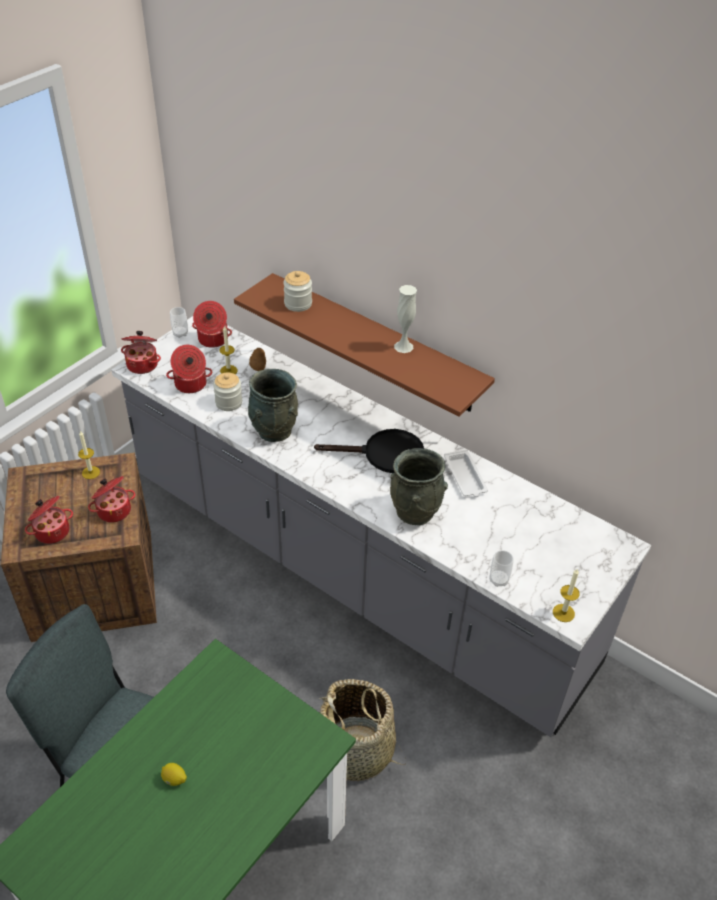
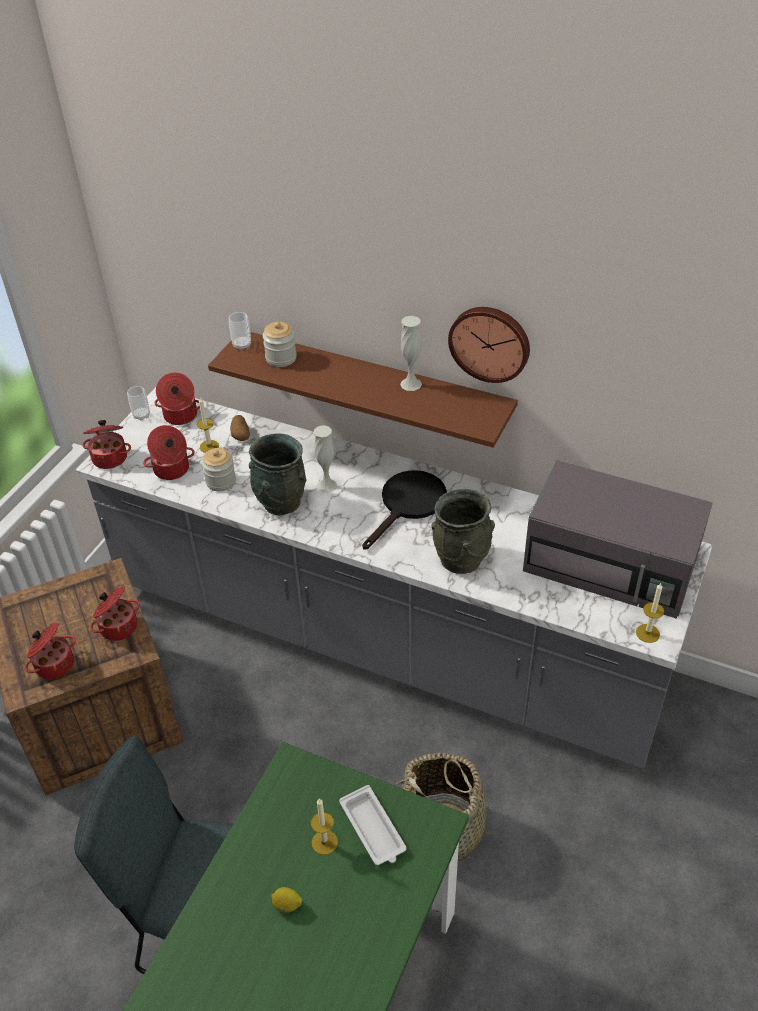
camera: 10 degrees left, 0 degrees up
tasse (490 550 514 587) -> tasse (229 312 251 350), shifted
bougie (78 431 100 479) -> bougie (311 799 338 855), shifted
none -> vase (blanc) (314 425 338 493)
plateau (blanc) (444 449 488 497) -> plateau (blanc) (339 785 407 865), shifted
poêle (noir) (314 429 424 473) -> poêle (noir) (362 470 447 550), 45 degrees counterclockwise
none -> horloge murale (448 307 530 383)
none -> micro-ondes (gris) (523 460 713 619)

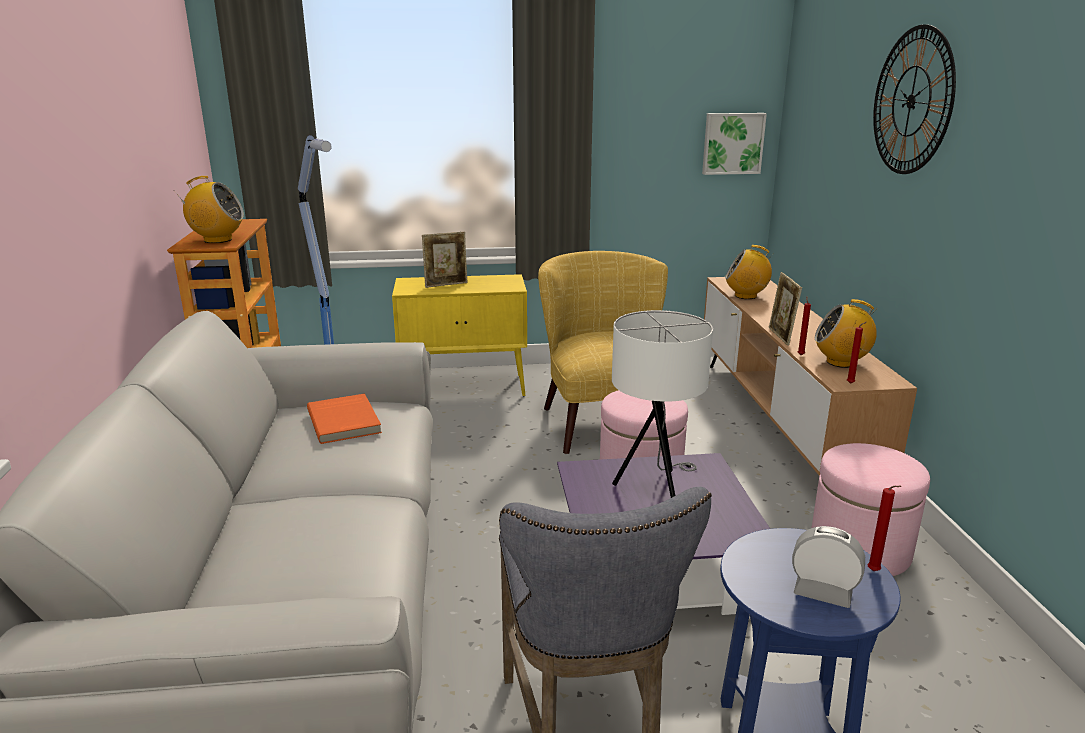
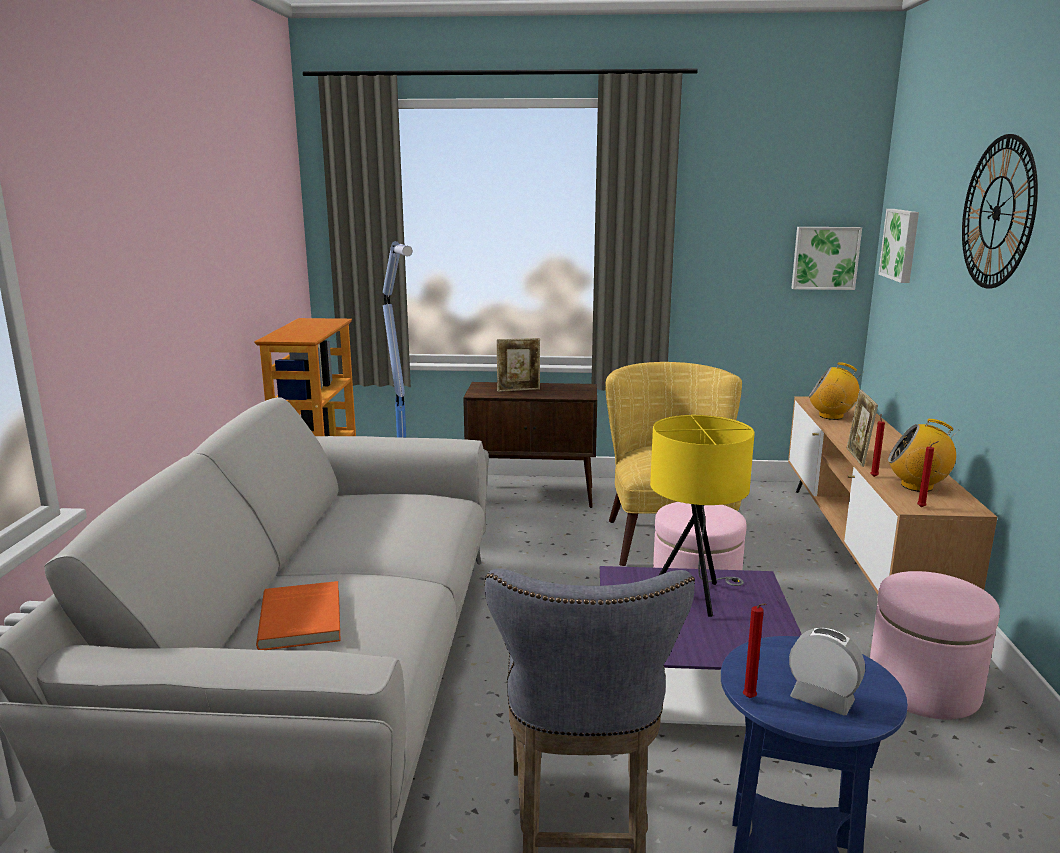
camera: 10 degrees right, 5 degrees down
livre (orange) (307 394 382 444) -> livre (orange) (256 581 341 650), shifted
meuble de rangement (jaune) (392 274 527 397) -> meuble de rangement (marron) (463 382 597 508)
lampe de table (blanc) (612 310 713 498) -> lampe de table (jaune) (650 415 755 617)
bougie (rouge) (868 486 901 571) -> bougie (rouge) (743 603 766 698), shifted
none -> tableau (878 209 919 283)
radio (174 176 244 243) -> none

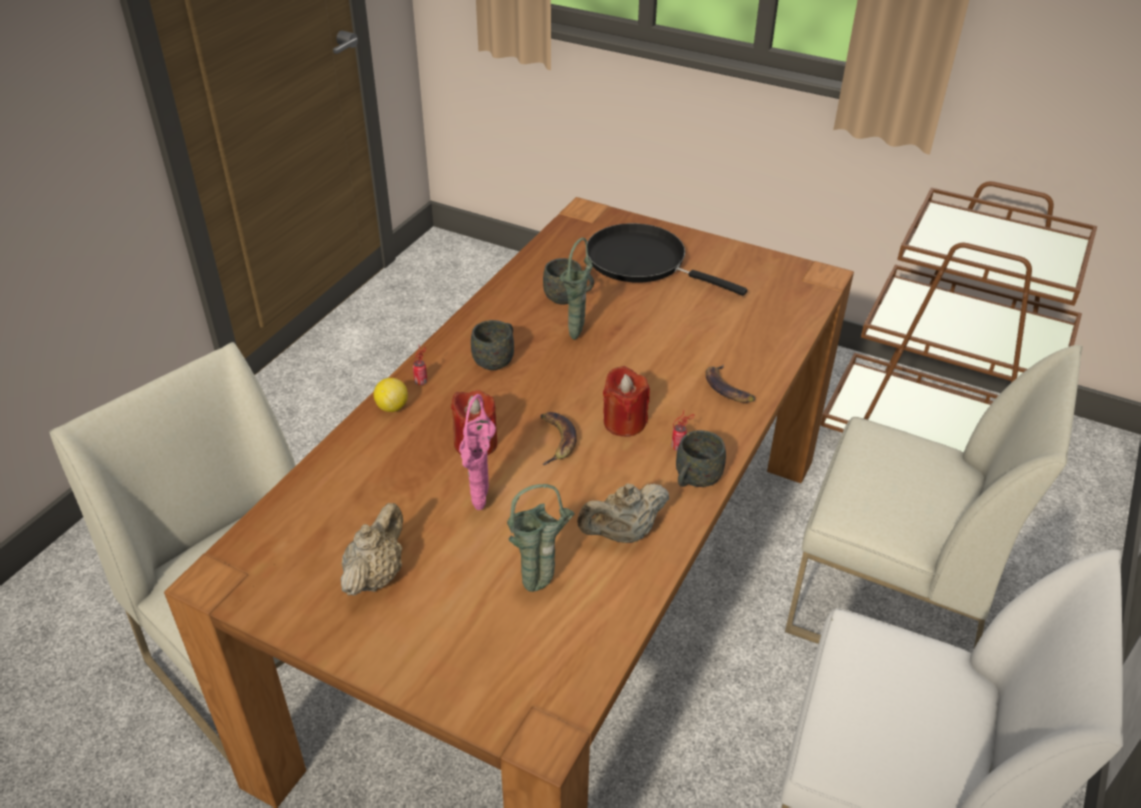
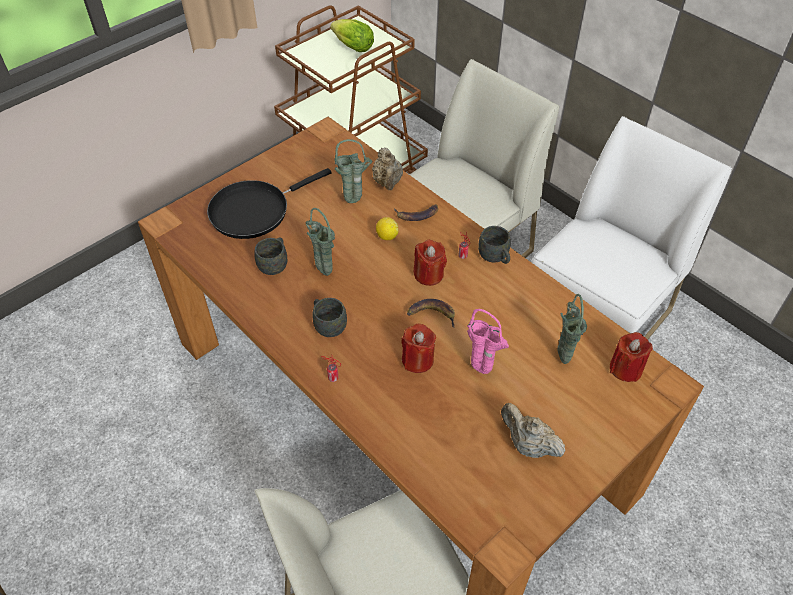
camera: 70 degrees left, 10 degrees up
none -> laitue (330 19 374 52)
none -> vase (vert) (334 139 373 203)
théière (beige) (577 483 669 543) -> théière (beige) (372 147 403 190), shifted
citron (373 378 408 412) -> citron (376 217 398 240), shifted
none -> bougie (rouge) (610 332 653 382)

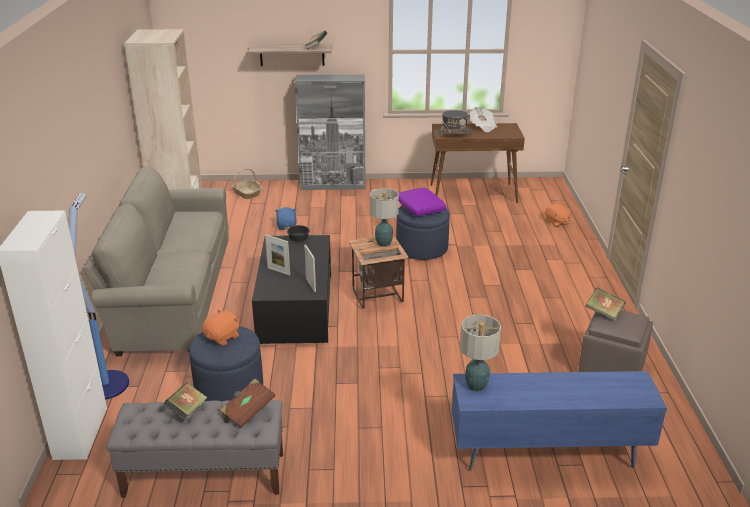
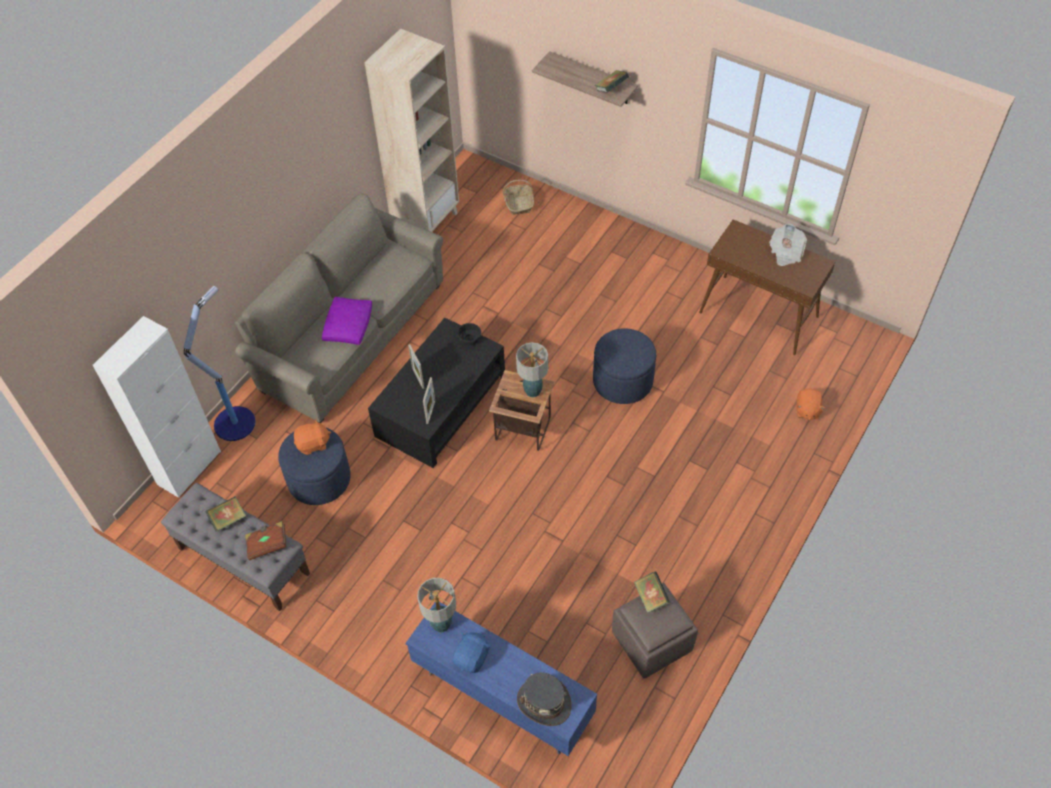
camera: 35 degrees right, 25 degrees up
coussin (violet) (399 188 447 216) -> coussin (violet) (322 297 372 345), shifted
peluche (bleu) (275 207 297 230) -> peluche (bleu) (452 632 491 673), shifted
chapeau (gris) (437 110 472 135) -> chapeau (gris) (517 673 572 726), shifted
meuble de rangement (gris) (295 74 366 190) -> none

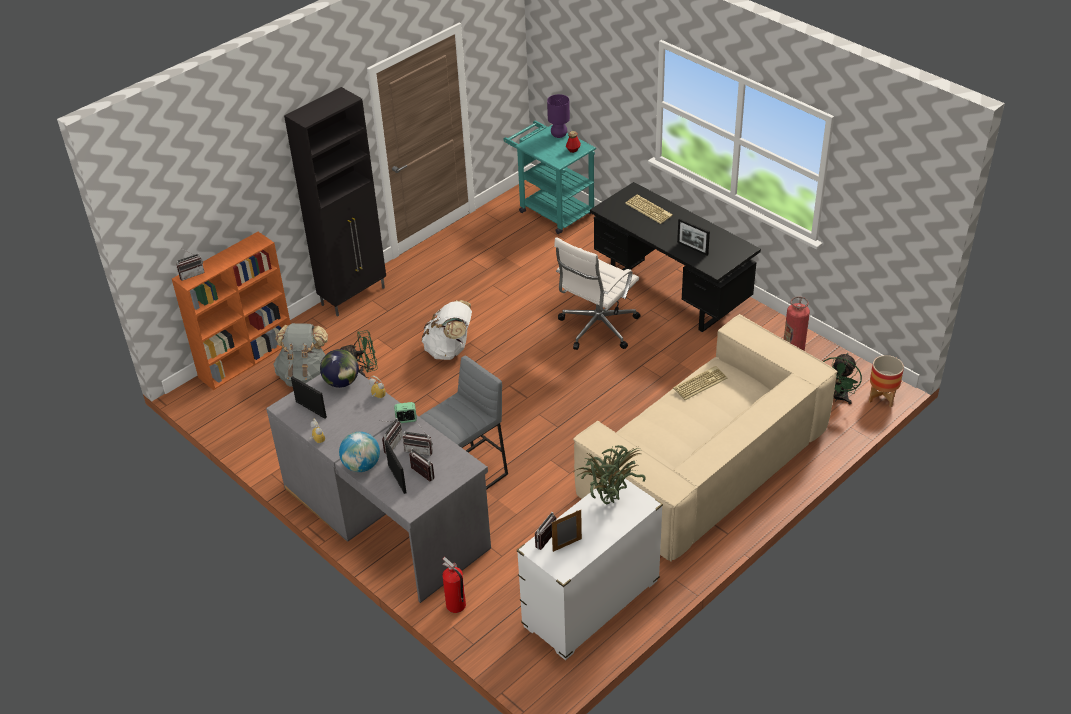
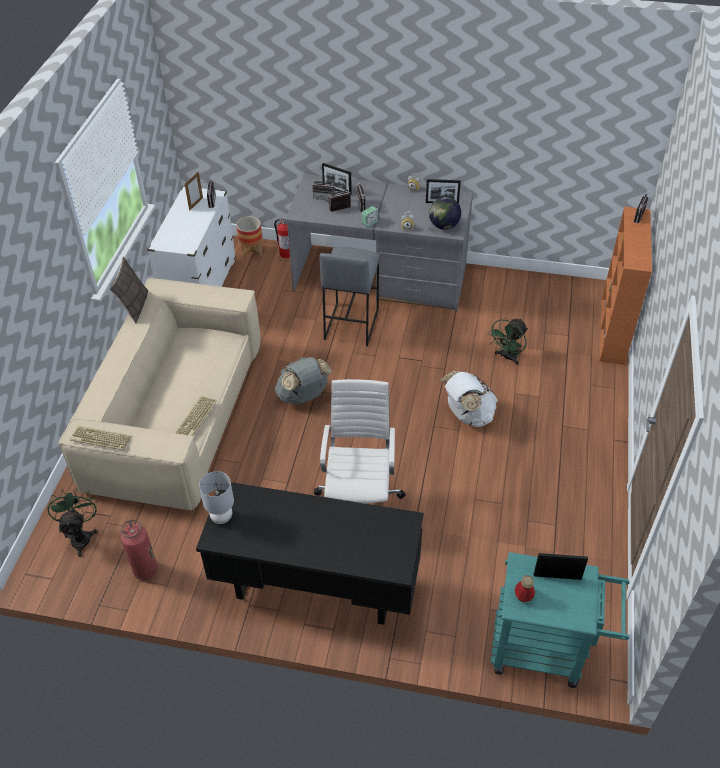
camera: 145 degrees right, 5 degrees up
clavier (625 195 673 224) -> clavier (70 426 132 450), shifted
none -> coussin (109 256 148 324)
none -> lampe de table (gris) (199 471 234 524)
cache-pot (869 355 904 407) -> cache-pot (236 217 262 259), shifted
sac à dos (gris) (273 323 328 387) -> sac à dos (gris) (275 357 332 405), shifted
cadre photo (677 218 710 256) -> cadre photo (534 553 588 580), shifted
meuble de rangement (noir) (284 87 386 317) -> none
globe (339 432 380 472) -> none
lampe de table (violet) (547 94 570 138) -> none
plante en pot (575 445 646 504) -> none

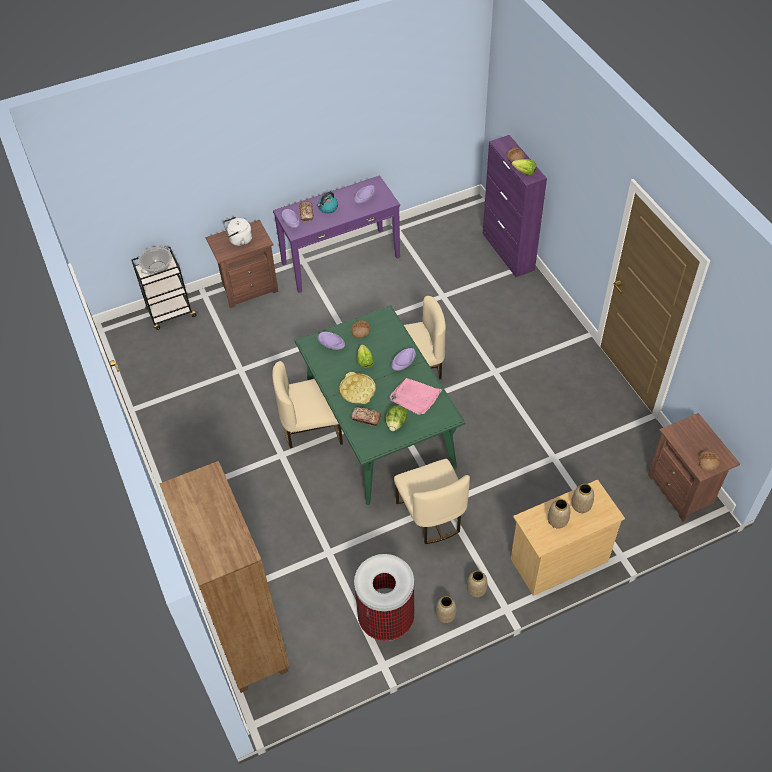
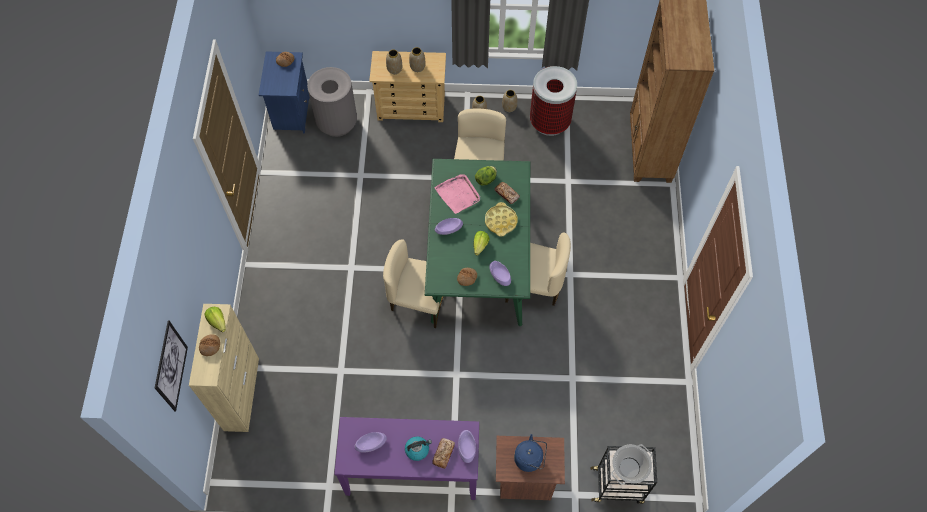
camera: 155 degrees left, 10 degrees up
none -> tableau (155 320 188 412)
meuble de rangement (violet) (483 135 547 277) -> meuble de rangement (beige) (189 304 259 432)
table de chevet (marron) (648 413 740 522) -> table de chevet (bleu) (259 51 310 134)
none -> poubelle (gris) (307 67 357 137)
bouilloire (blanc) (223 216 252 246) -> bouilloire (bleu) (514 434 547 472)

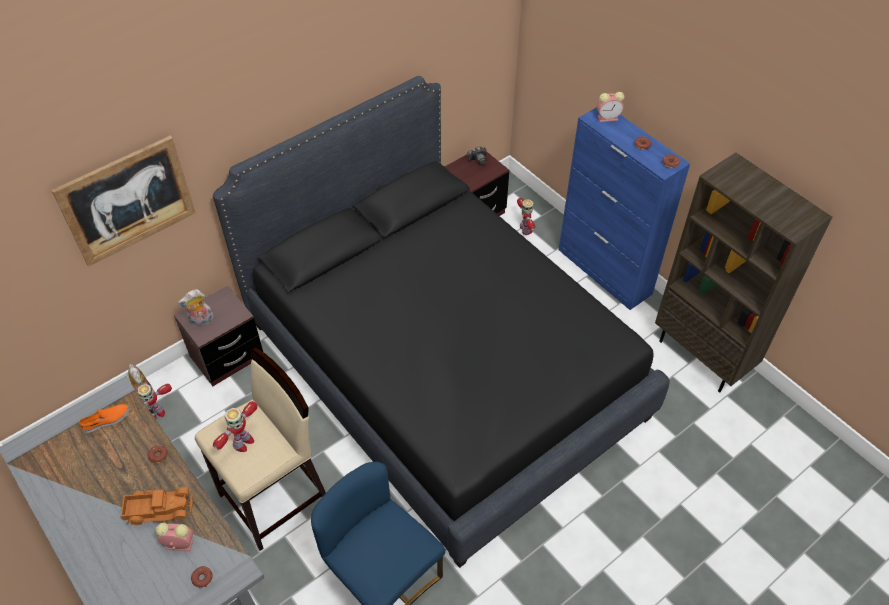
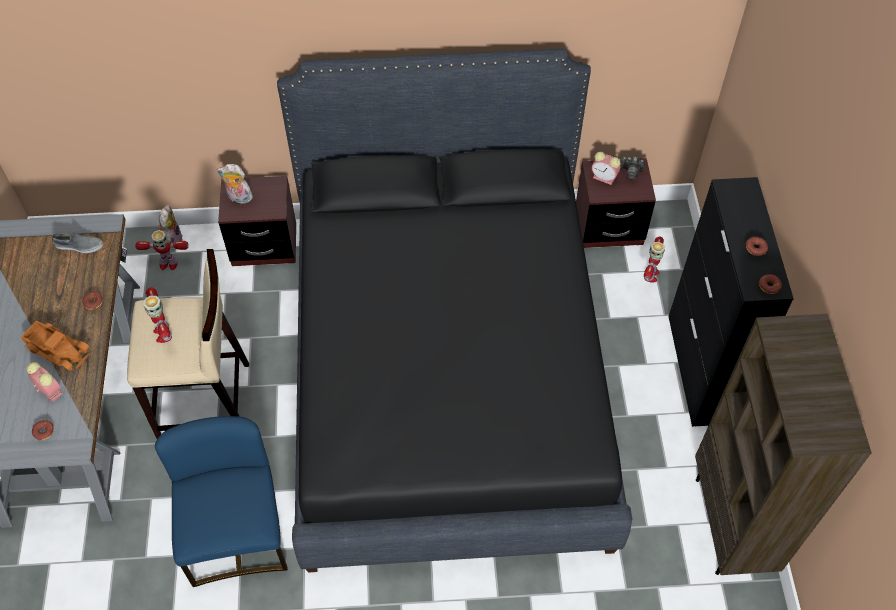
camera: 35 degrees right, 5 degrees up
chaussure (orange) (79 404 129 433) -> chaussure (gris) (52 232 103 253)
robot jouet (213 401 257 452) -> robot jouet (143 287 172 343), 90 degrees clockwise
réveil (597 92 624 122) -> réveil (592 152 621 185), shifted
meuble de rangement (bleu) (559 107 690 310) -> meuble de rangement (noir) (669 177 794 427)
tableau (51 136 196 267) -> none

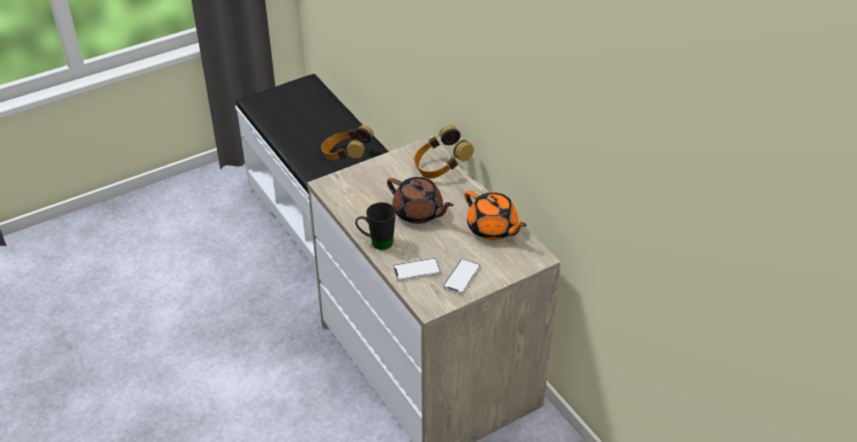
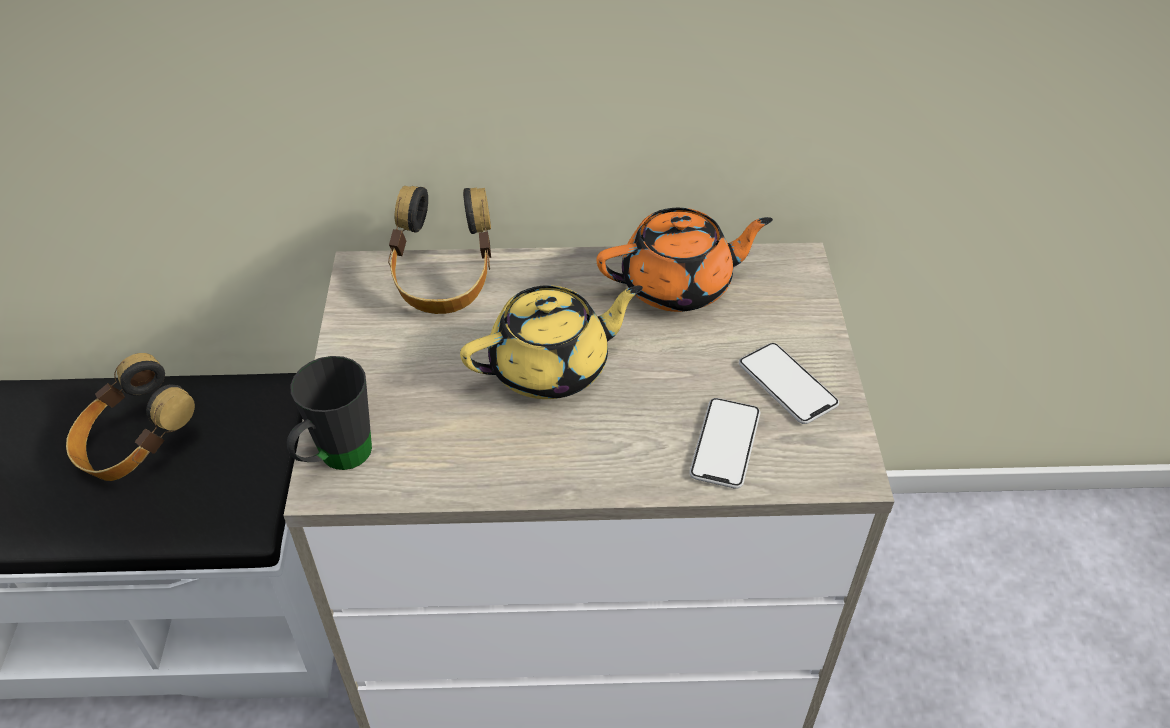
camera: 60 degrees left, 5 degrees up
mug (noir) (355 202 396 250) -> mug (noir) (287 356 372 470), shifted
théière (marron) (387 177 454 224) -> théière (jaune) (460 285 643 399)

